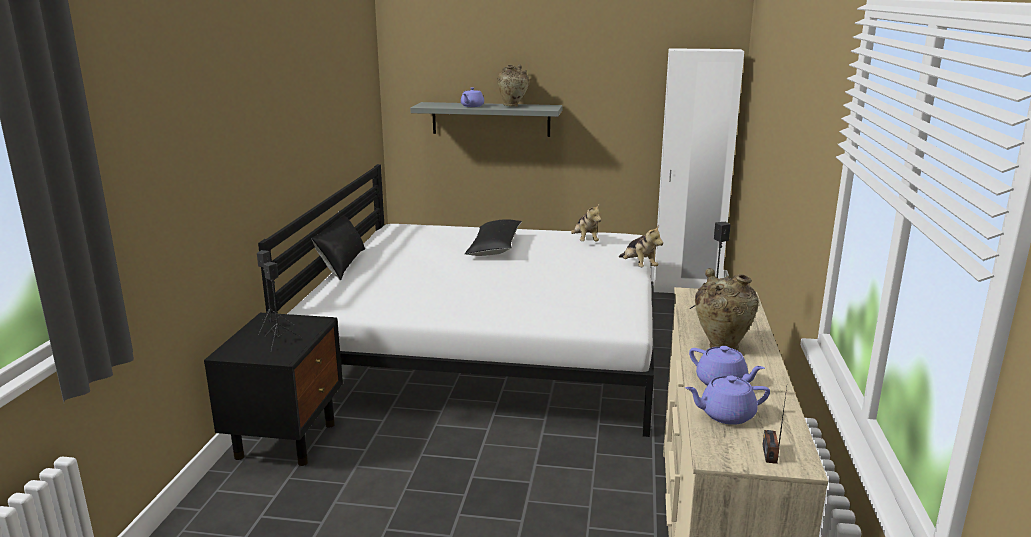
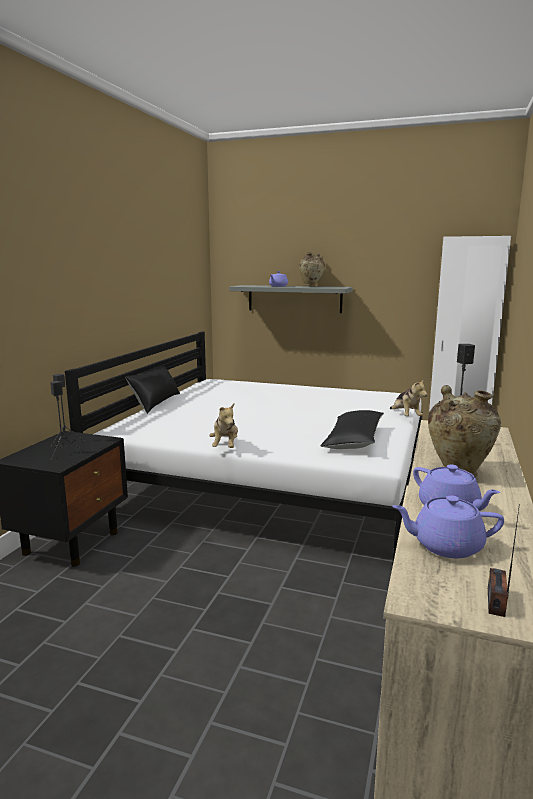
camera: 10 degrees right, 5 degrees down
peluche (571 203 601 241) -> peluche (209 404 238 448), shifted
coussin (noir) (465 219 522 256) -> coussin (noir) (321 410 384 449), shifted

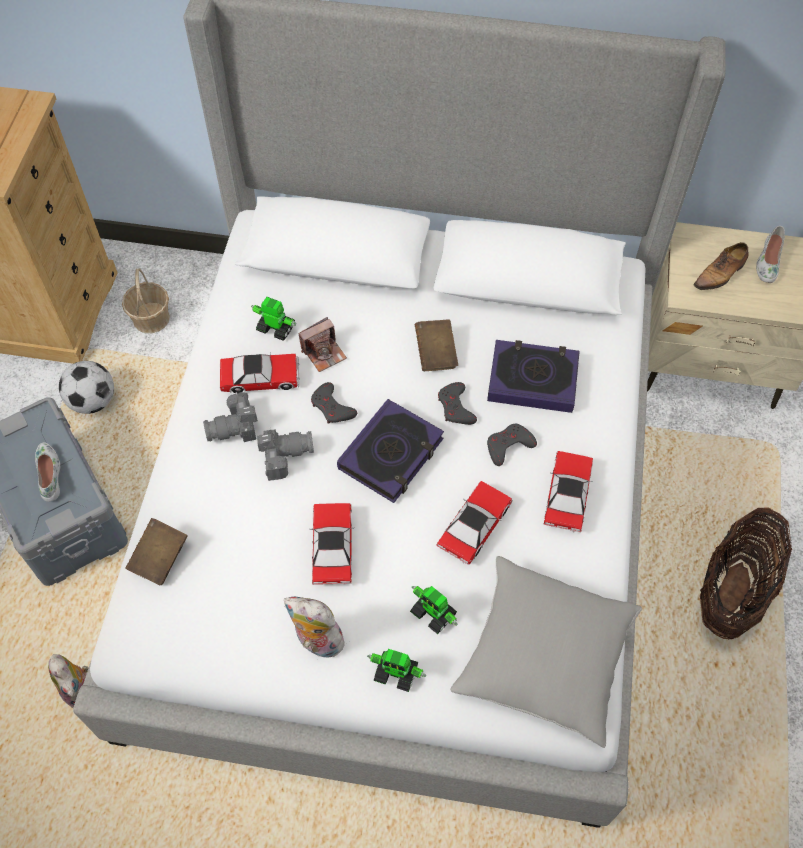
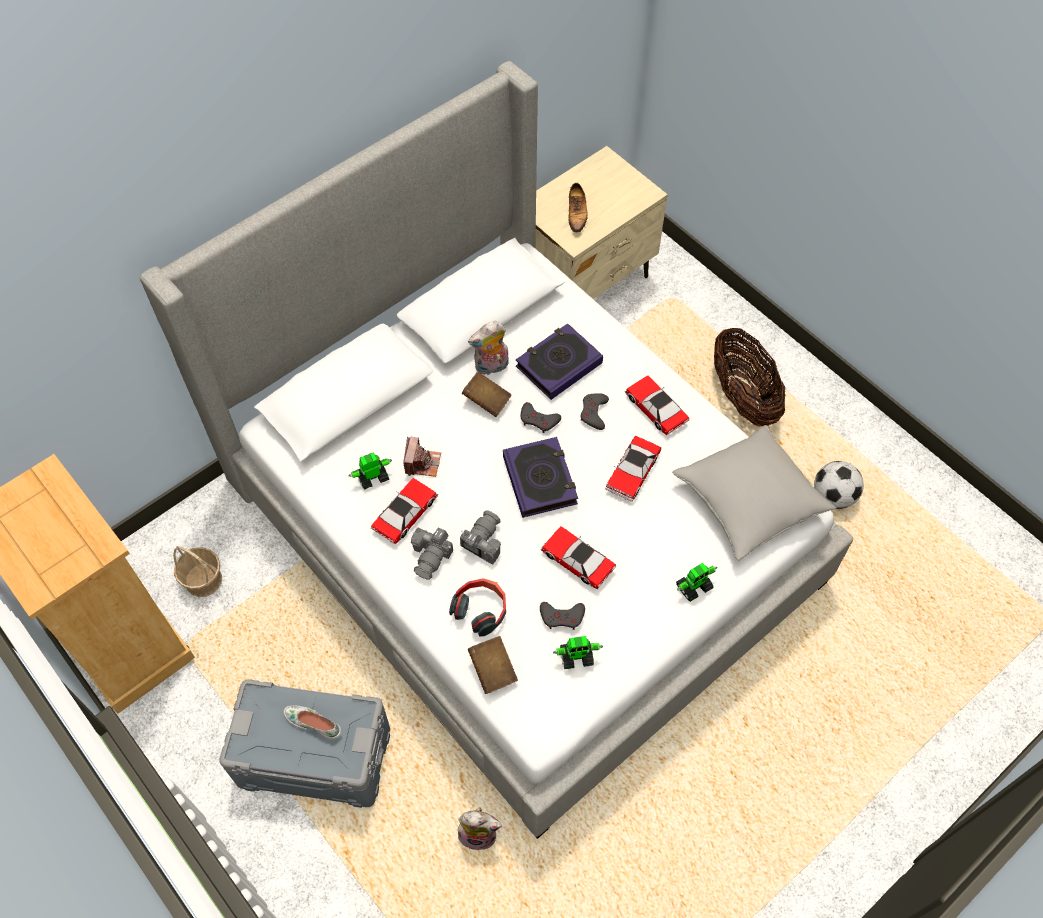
camera: 50 degrees left, 0 degrees up
none -> casque audio (449 578 506 637)
peluche (284 597 345 660) -> peluche (468 321 509 375), shifted
manette (gris) (311 382 357 424) -> manette (gris) (540 602 585 630), shifted
robot jouet (410 586 458 634) -> robot jouet (553 636 603 669), shifted
petite voiture (436 481 513 565) -> petite voiture (605 436 661 502), 135 degrees counterclockwise
ballon de foot (59 361 114 414) -> ballon de foot (814 461 864 509), shifted
chaussure (blanc) (756 226 785 283) -> none

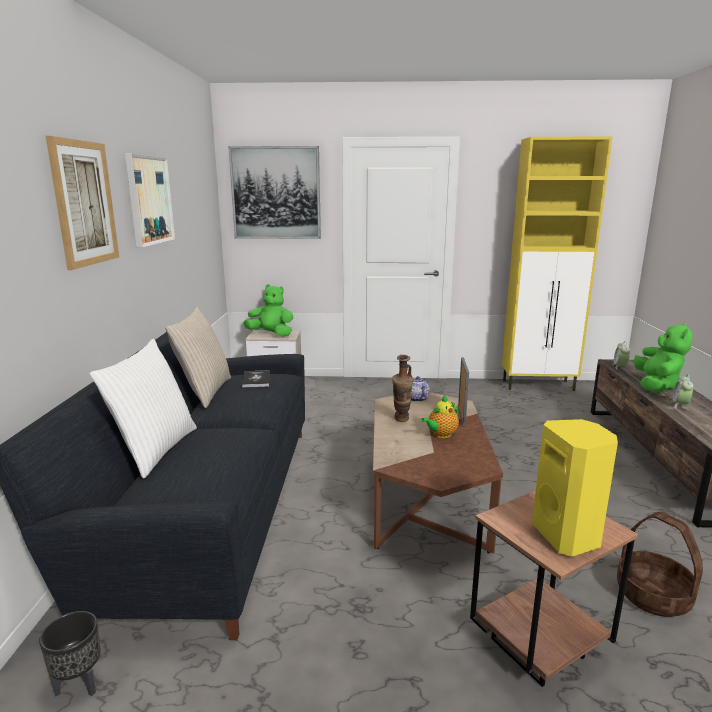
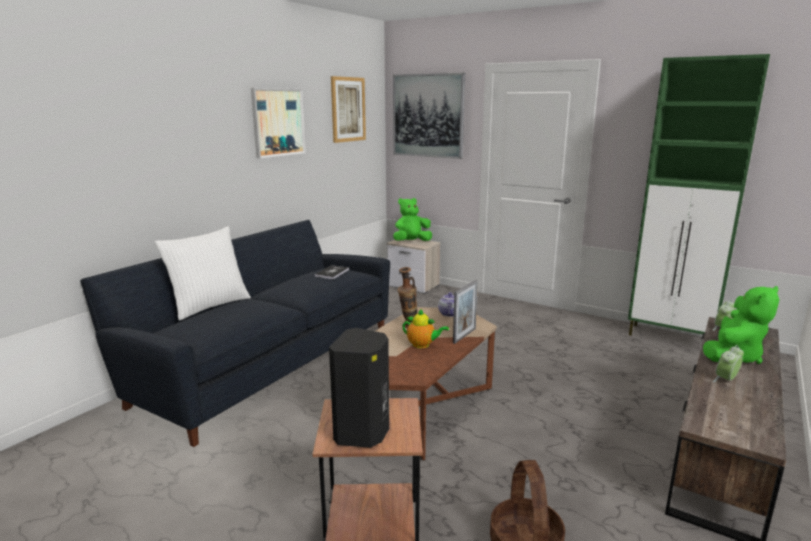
camera: 30 degrees right, 0 degrees up
enceinte (jaune) (532 419 618 557) -> enceinte (noir) (329 328 389 448)
tableau (46 136 119 270) -> tableau (331 76 366 143), shifted
peluche (vert) (243 284 293 337) -> peluche (vert) (393 198 432 241), 75 degrees counterclockwise
théière (421 395 459 438) -> théière (402 309 449 348), 150 degrees counterclockwise
meuble de rangement (jaune) (502 136 613 391) -> meuble de rangement (vert) (628 54 770 336)
cache-pot (noir) (39 611 101 697) -> none
coussin (beige) (165 306 231 408) -> none

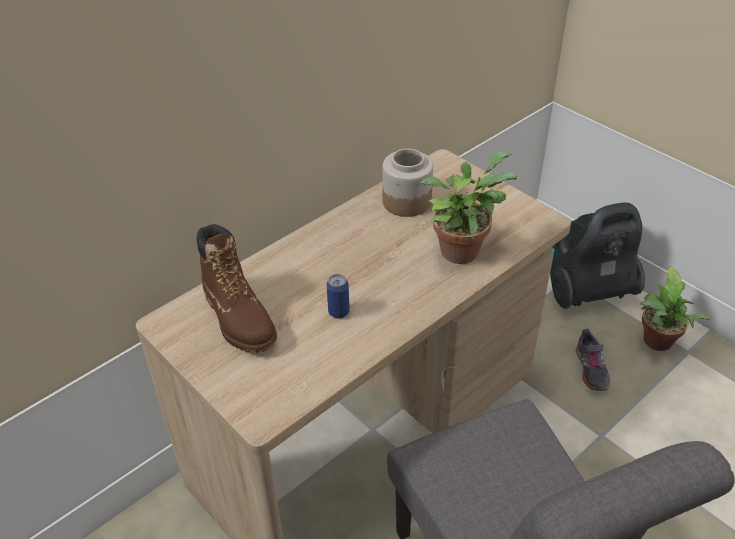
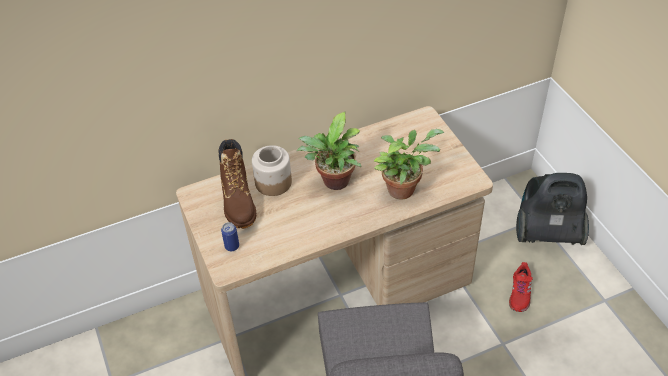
camera: 20 degrees right, 5 degrees up
boîte métallique (326 274 350 319) -> boîte métallique (221 222 239 251), shifted
bocal (382 149 433 217) -> bocal (252 145 292 196), shifted
plante en pot (640 266 710 351) -> plante en pot (296 112 362 190), shifted
chaussure (gris) (576 329 610 391) -> chaussure (rouge) (509 262 533 312)

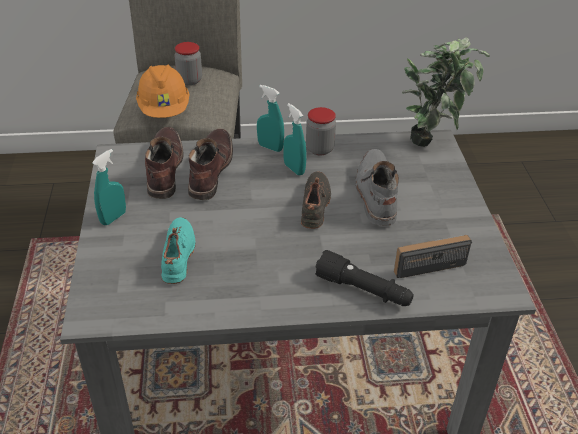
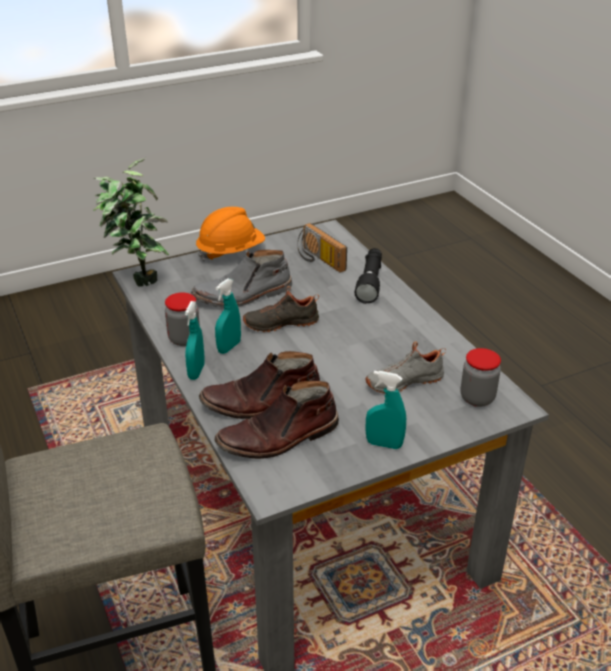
camera: 110 degrees left, 5 degrees down
casque de chantier (orange) (136 64 190 118) -> casque de chantier (orange) (196 207 265 261), shifted
chaussure (turquoise) (161 217 196 284) -> chaussure (gris) (365 341 446 394)
bocal (175 42 202 85) -> bocal (461 348 501 407), shifted

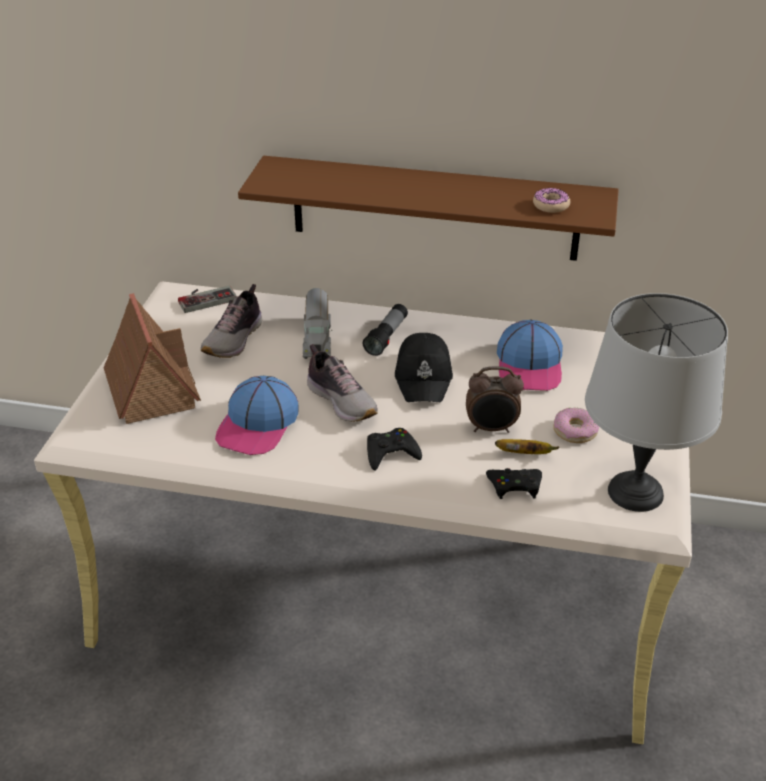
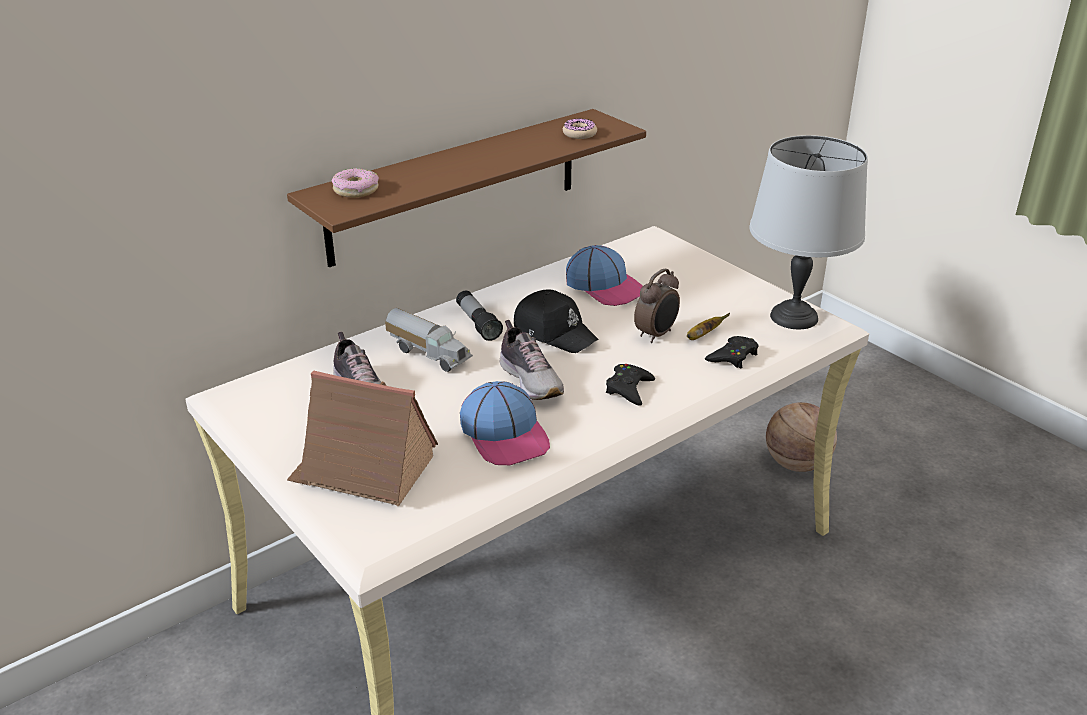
camera: 50 degrees left, 5 degrees down
beignet (553 408 599 443) -> beignet (332 168 379 198), shifted
chaussure (307 344 378 422) -> chaussure (500 320 564 400), 60 degrees clockwise
none -> ballon de basket (766 402 837 472)
manette (178 286 237 313) -> none

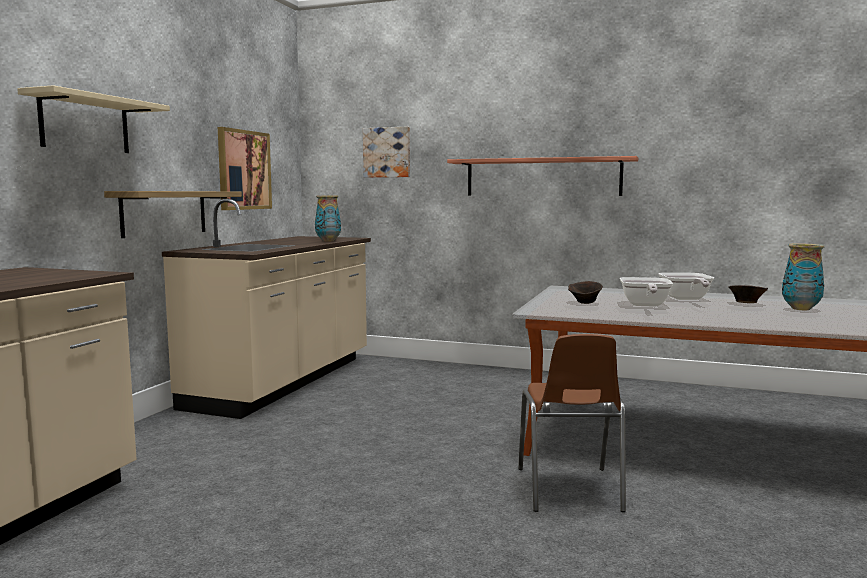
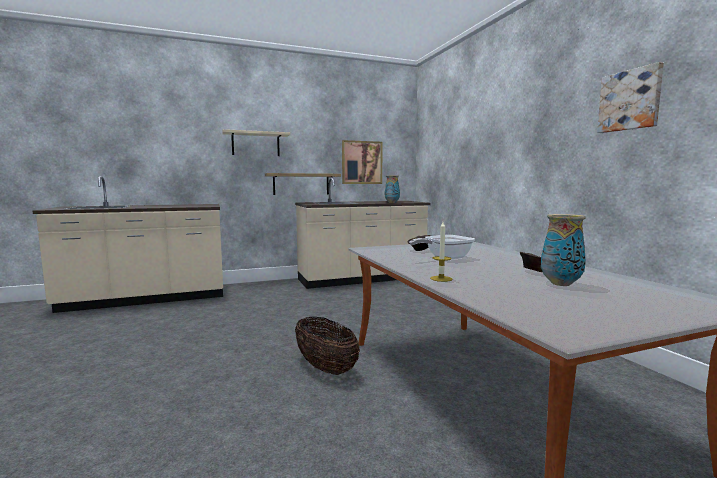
camera: 50 degrees right, 0 degrees up
chaise (marron) (518 334 626 512) -> panier (295 317 360 375)
none -> bougie (430 222 452 282)
tableau (363 127 410 178) -> tableau (597 62 664 133), shifted
étagère (447 156 638 196) -> none
poêle (659 273 714 300) -> none

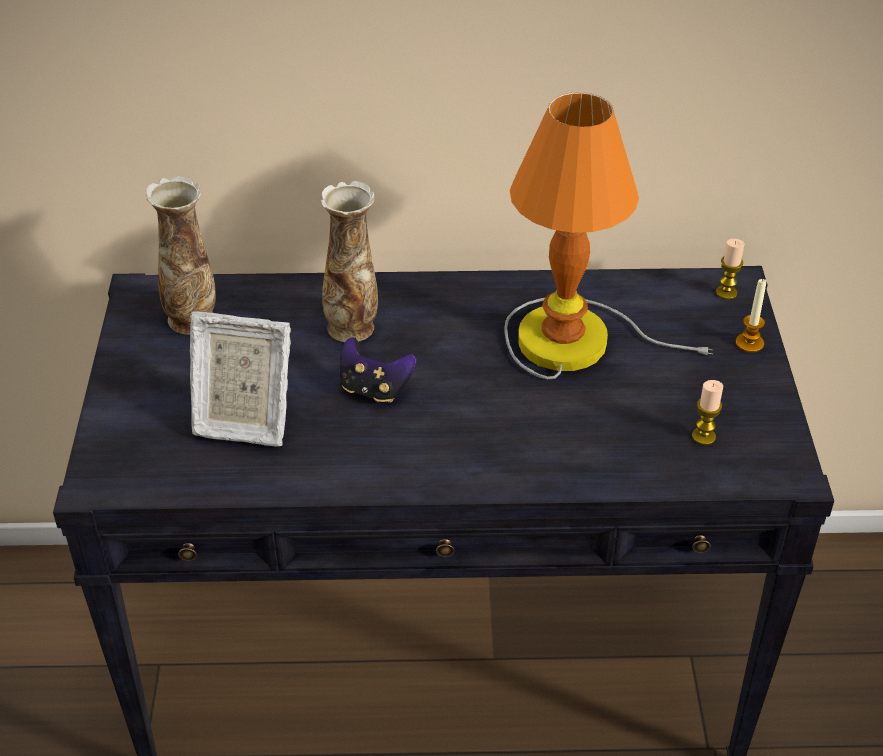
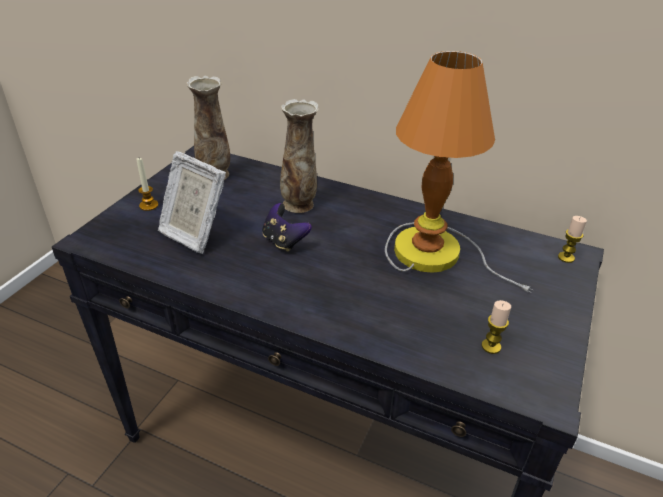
camera: 25 degrees right, 5 degrees down
bougie (736 279 767 353) -> bougie (137 158 158 211), shifted

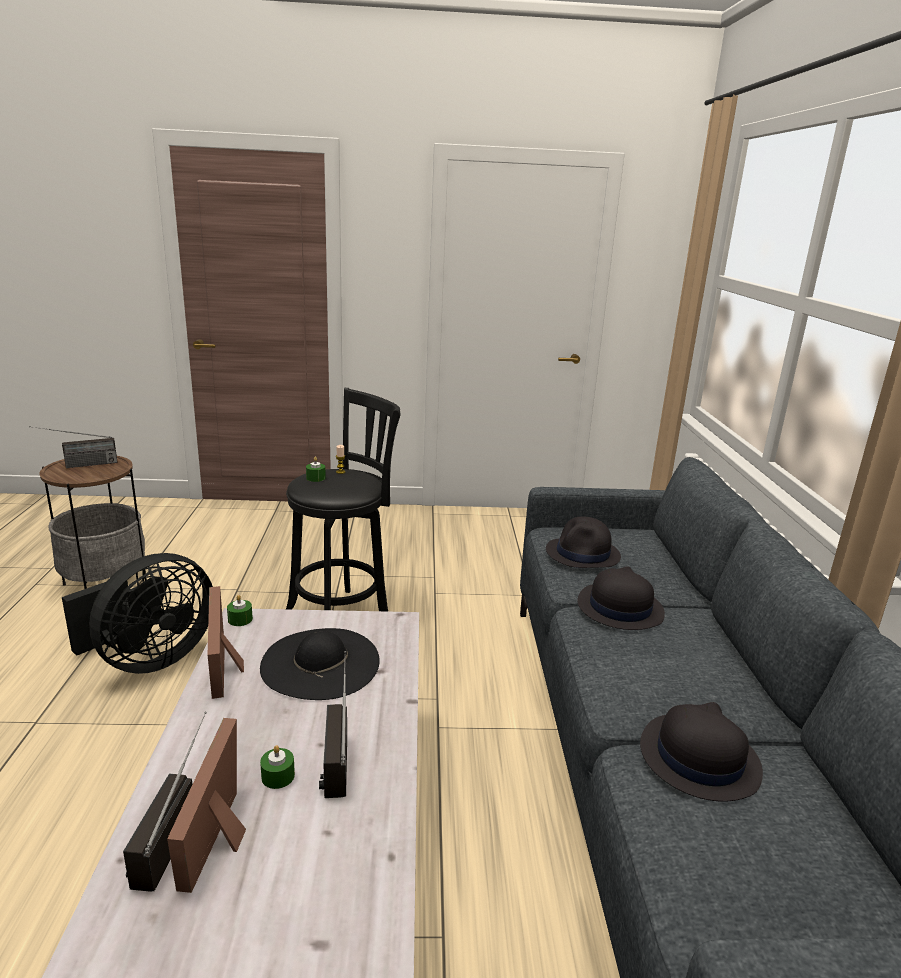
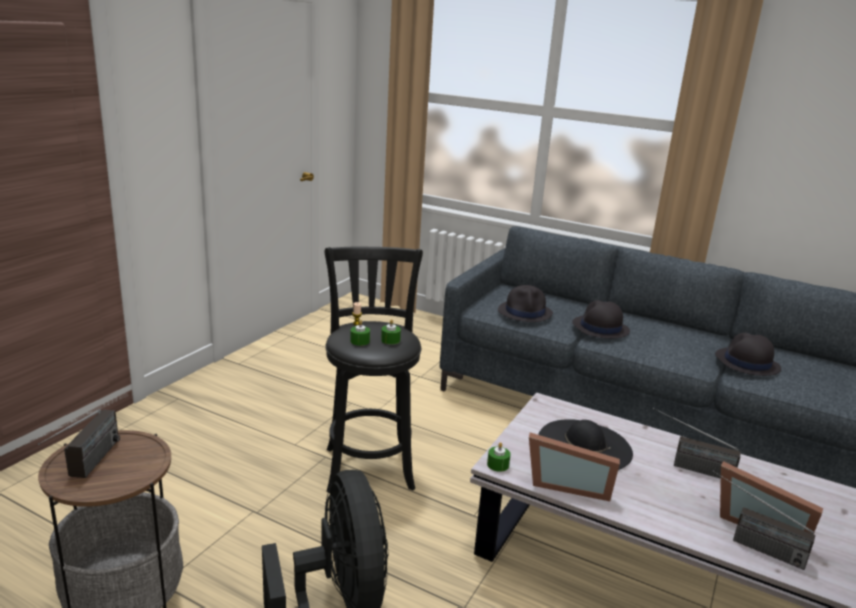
camera: 60 degrees left, 0 degrees up
bougie (vert) (260 745 295 789) -> bougie (vert) (381 319 401 345), shifted

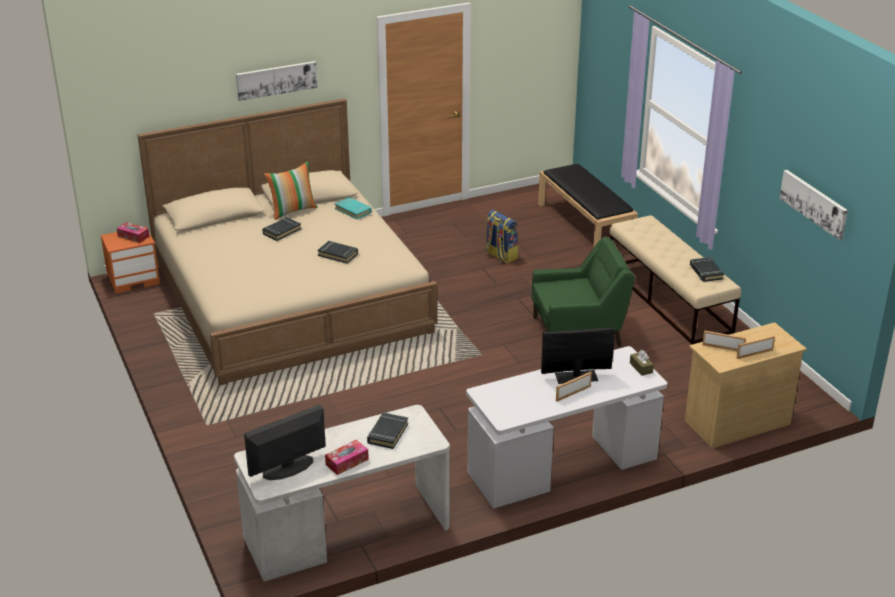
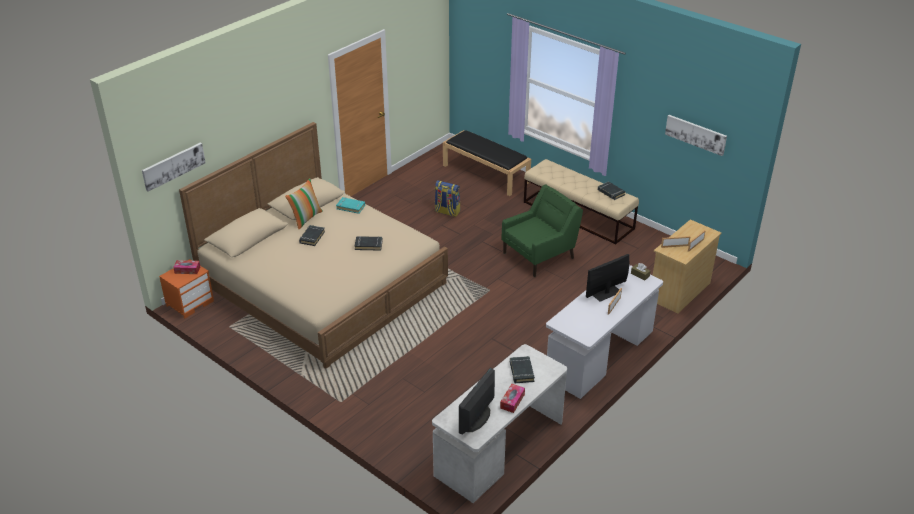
camera: 25 degrees left, 5 degrees up
tableau (236 61 318 101) -> tableau (142 143 206 192), shifted

